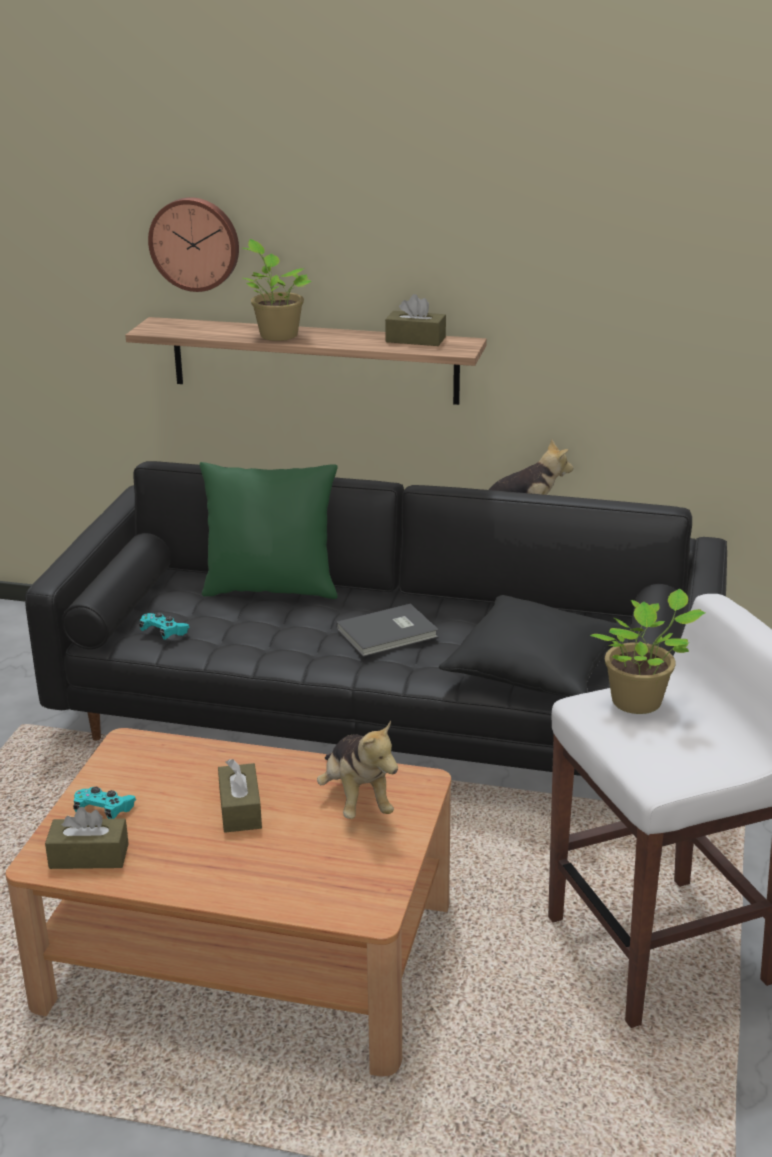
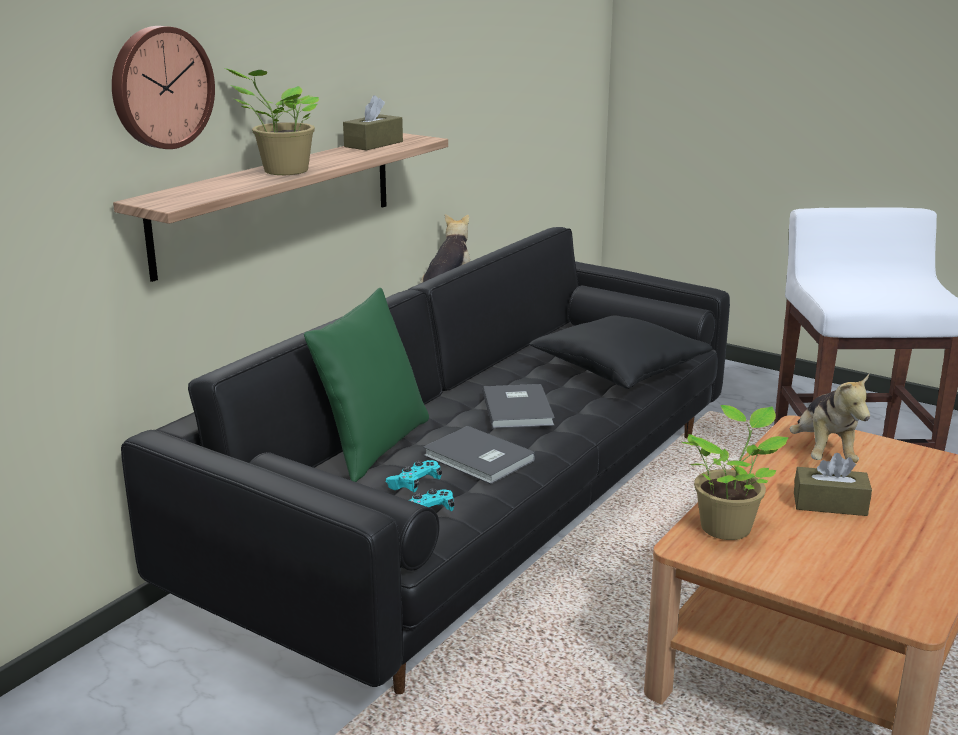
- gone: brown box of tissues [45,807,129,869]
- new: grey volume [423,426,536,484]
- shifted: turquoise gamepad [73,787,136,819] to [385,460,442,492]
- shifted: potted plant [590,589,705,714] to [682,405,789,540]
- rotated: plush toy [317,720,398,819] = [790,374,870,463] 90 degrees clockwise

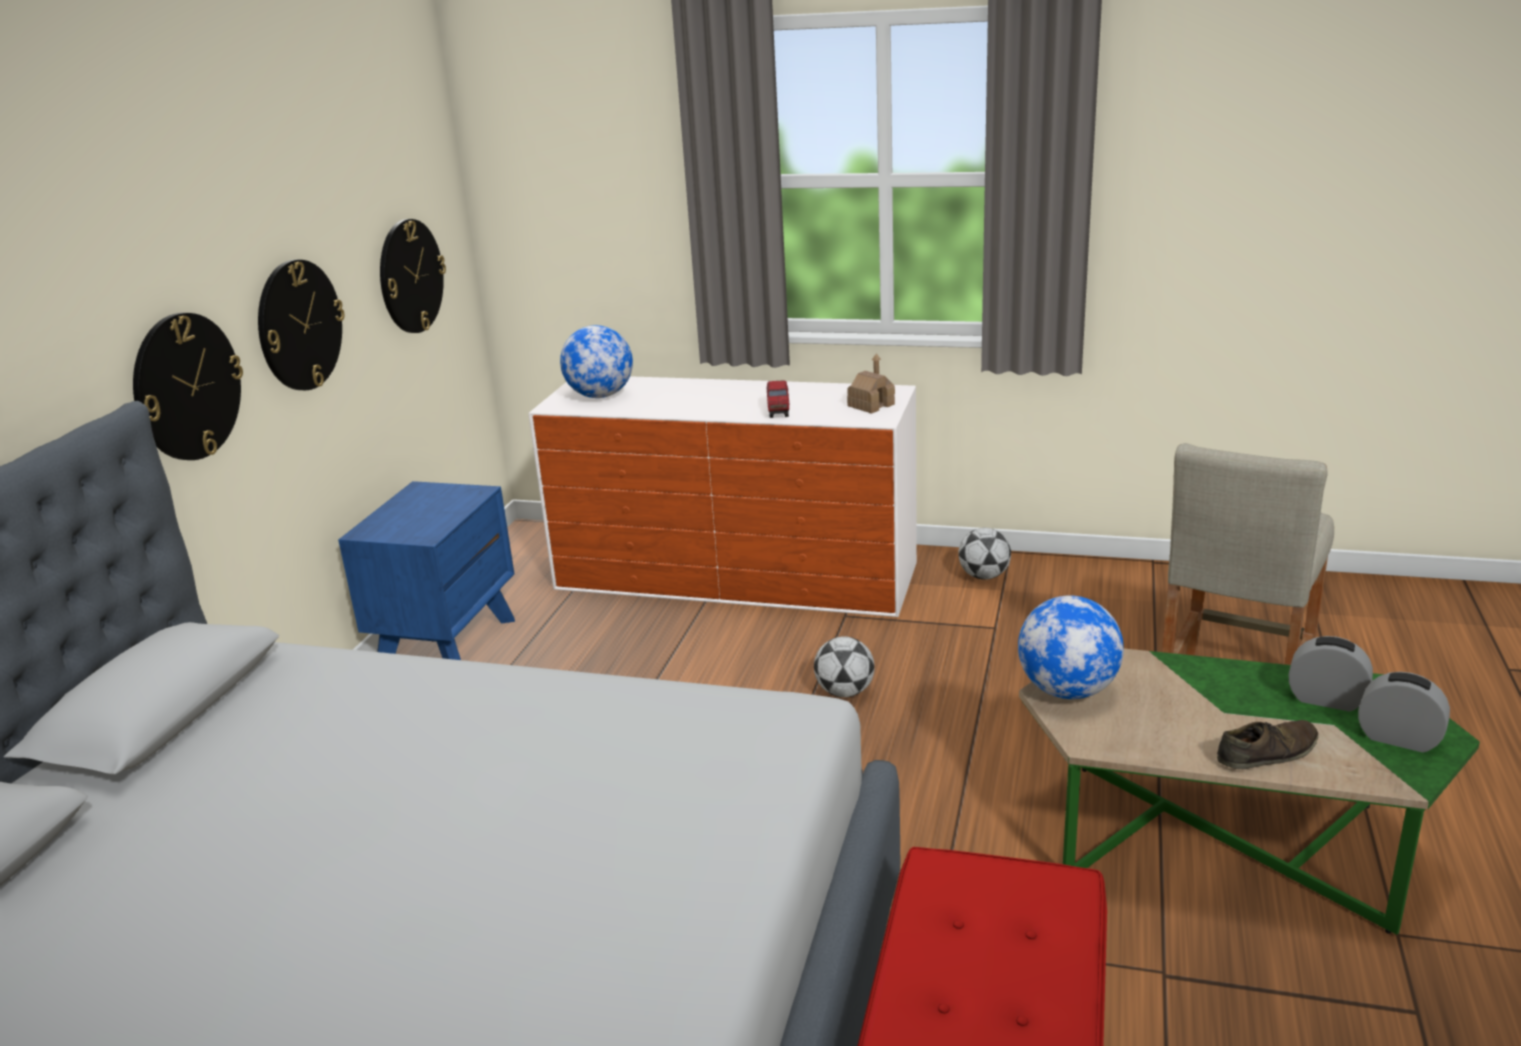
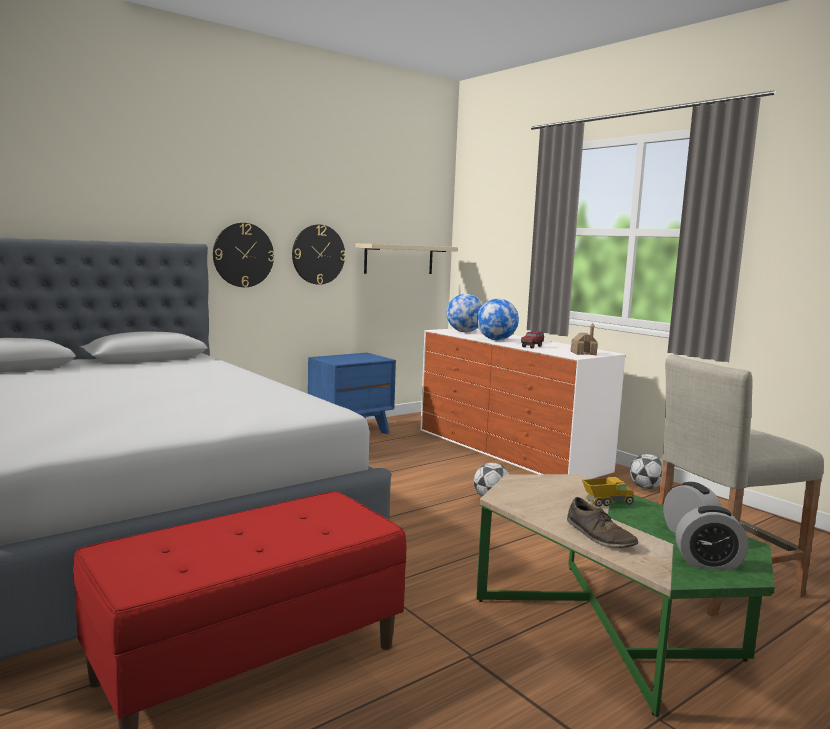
- new: toy truck [582,477,634,507]
- shifted: world globe [1018,596,1124,699] to [477,299,519,340]
- swapped: hanging clock [380,219,446,333] to beige-coloured bracket shelf [355,243,458,274]
- rotated: brown shoe [1217,720,1318,769] = [567,497,638,548] 45 degrees clockwise
- rotated: bedside clock [1358,672,1450,752] = [676,506,749,571] 120 degrees clockwise

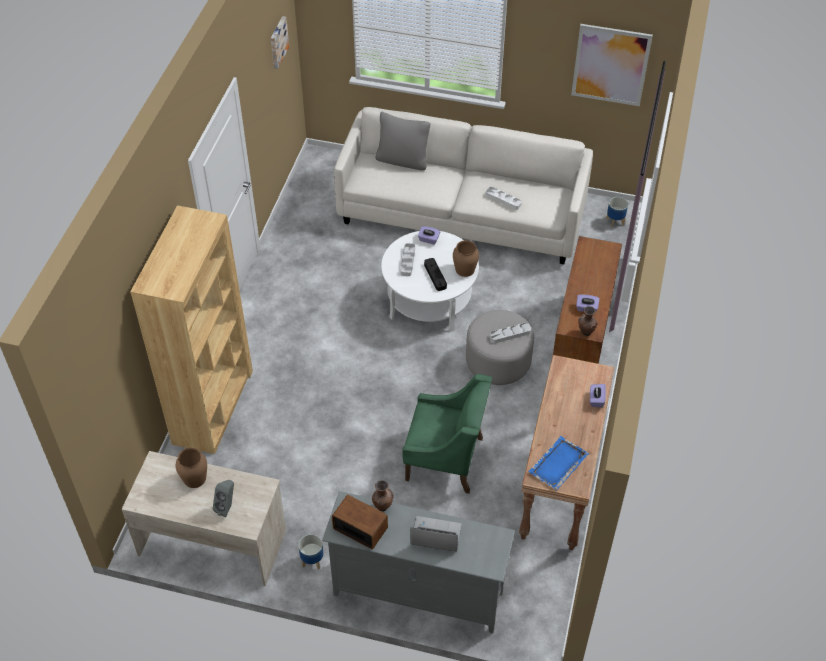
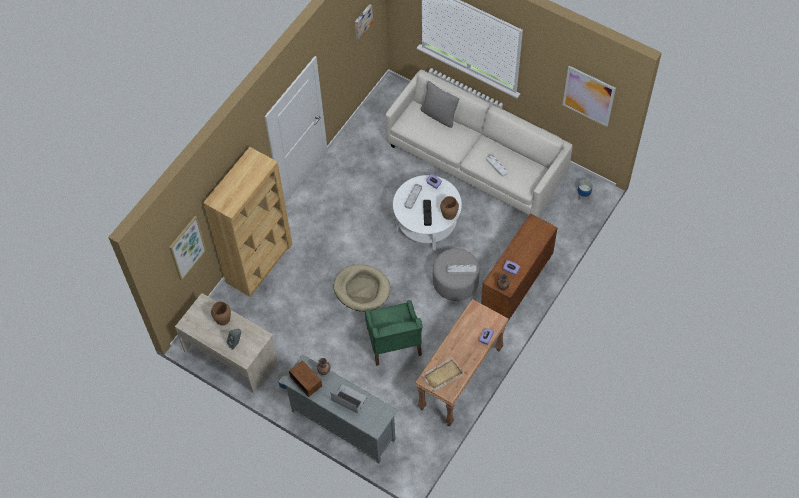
- new: wall picture [169,216,206,281]
- new: beige-coloured dog cushion [334,265,390,312]
- repainted: blue carrying tray [528,436,589,490] to beige-coloured carrying tray [422,357,465,392]
- rotated: green easy chair [402,374,492,494] = [365,300,423,366] 45 degrees clockwise

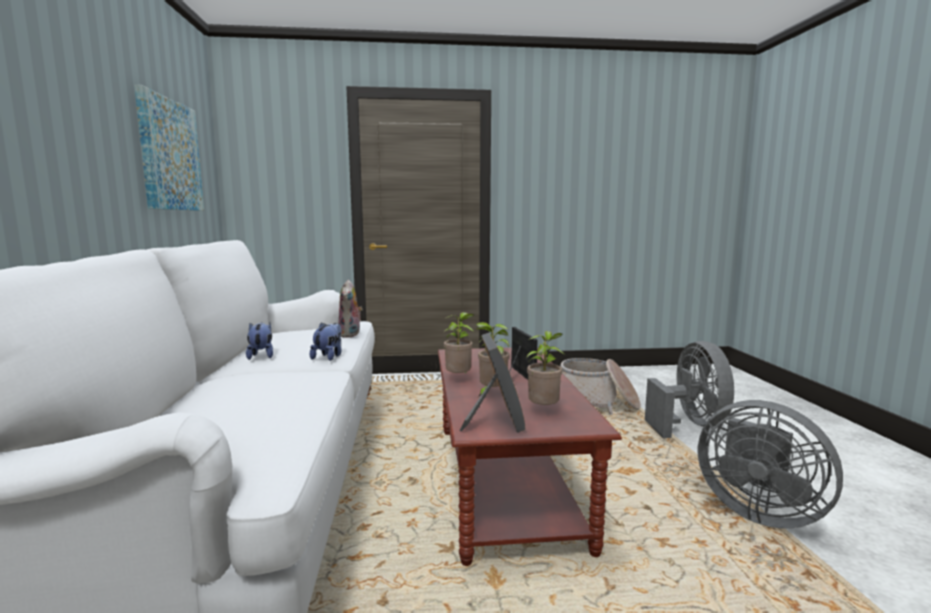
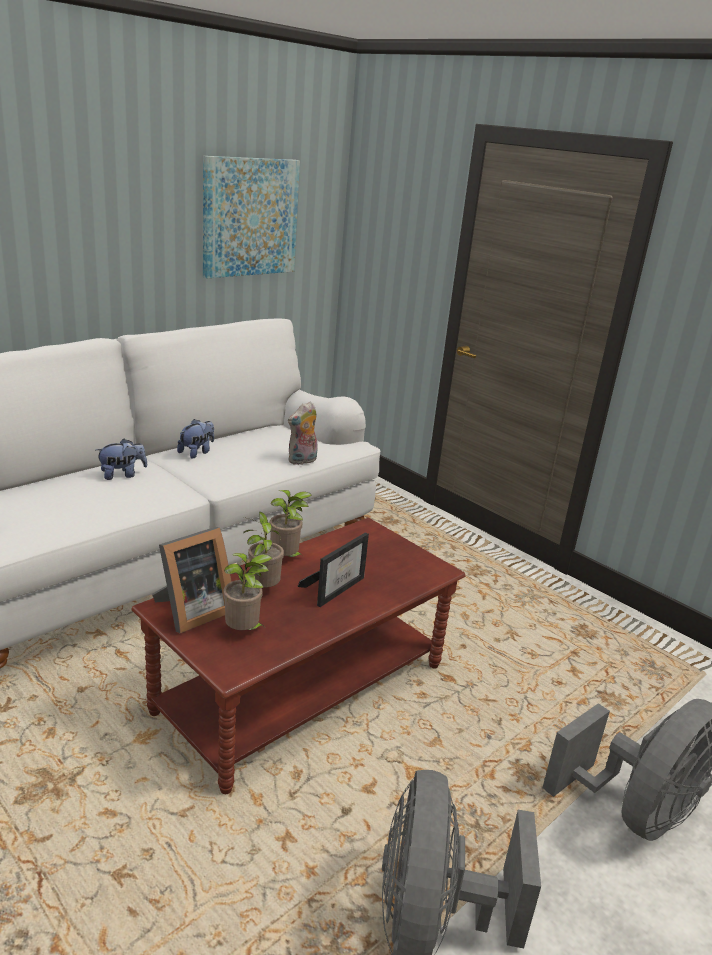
- gone: storage basket [560,358,641,415]
- shifted: plush toy [310,323,342,361] to [96,438,147,480]

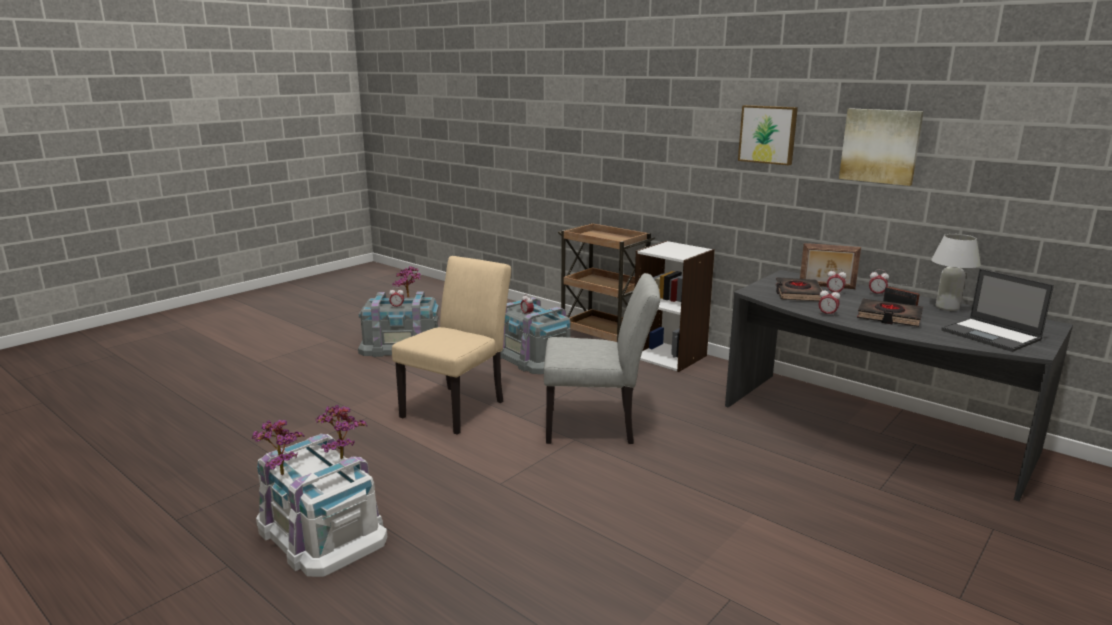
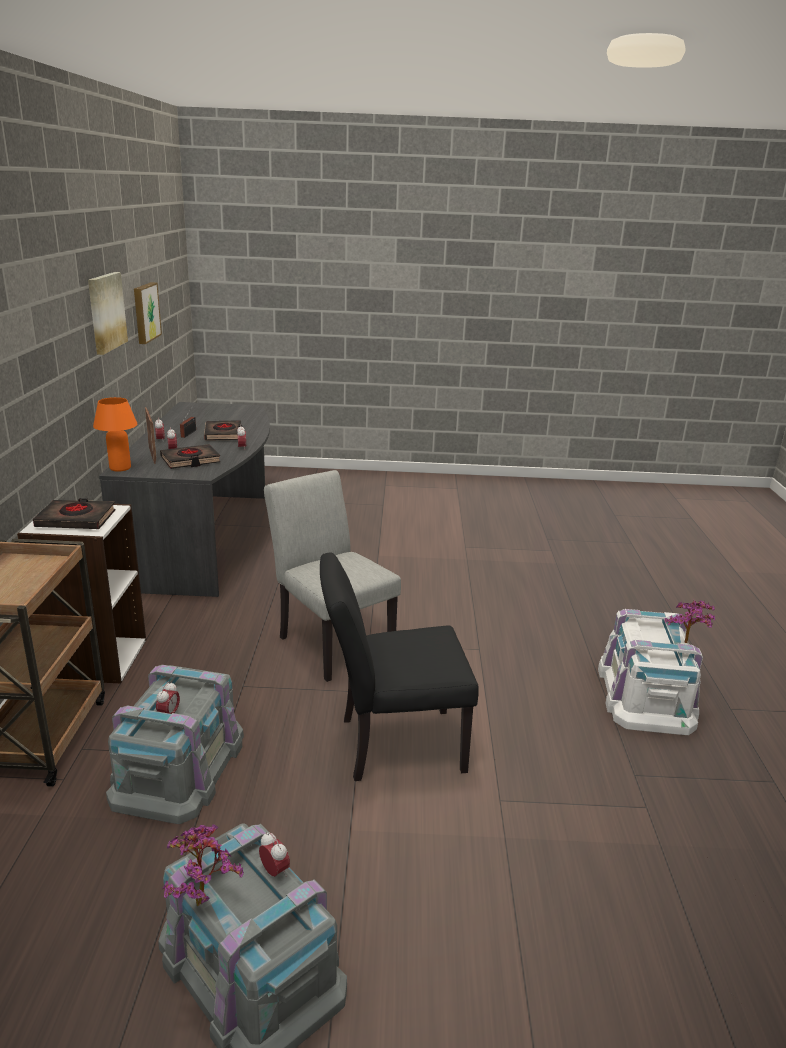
- gone: potted plant [316,405,367,459]
- gone: white tabletop lamp [931,234,981,311]
- gone: portable computer [941,269,1054,352]
- new: black volume [33,498,115,529]
- new: orangey tabletop lamp [93,397,138,472]
- shifted: wall picture [738,105,798,166] to [134,282,162,344]
- repainted: beige-coloured plain chair [392,256,511,435] to black plain chair [320,552,479,781]

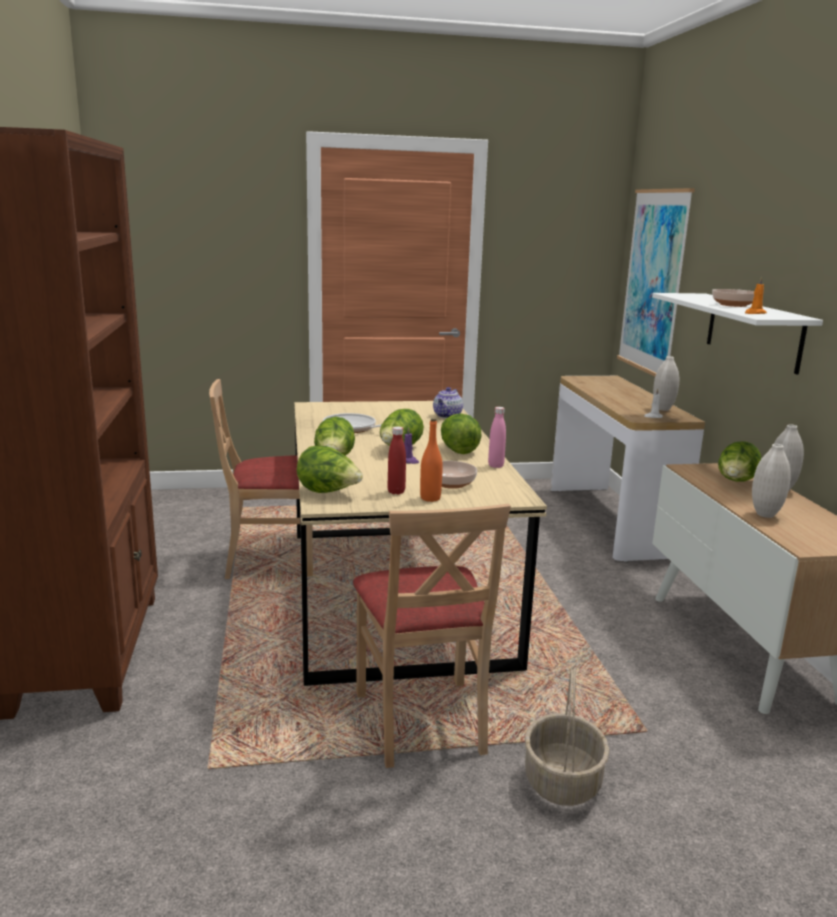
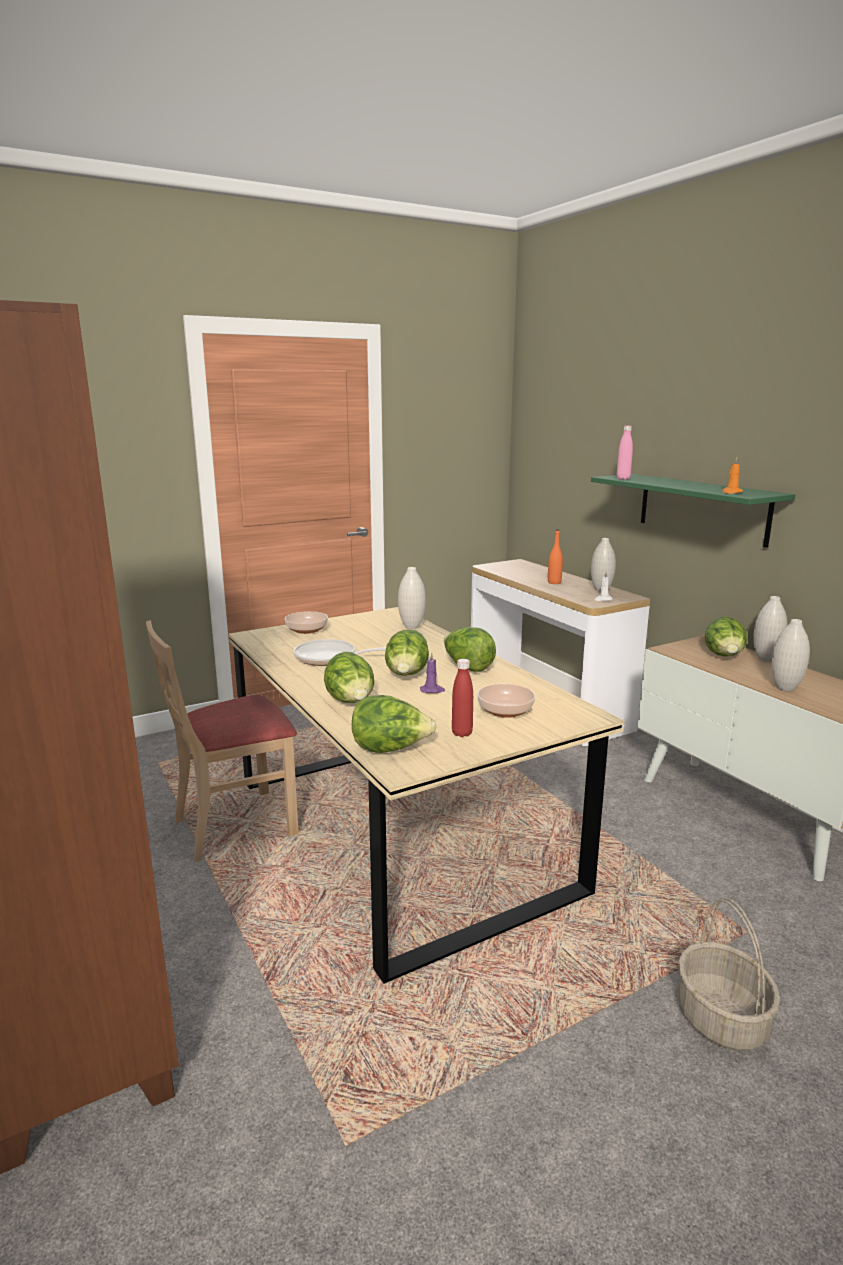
- gone: beige-coloured plain chair [353,504,511,768]
- gone: wall picture [617,188,695,377]
- shifted: orangey bottle [420,419,443,502] to [548,529,563,584]
- shifted: pink bottle [488,407,506,468] to [617,426,633,479]
- shifted: deep dish [712,289,754,307] to [285,611,328,634]
- swapped: teapot [433,387,463,418] to white vase [398,567,426,629]
- repainted: white bracket shelf [652,293,823,375] to green bracket shelf [591,474,795,547]

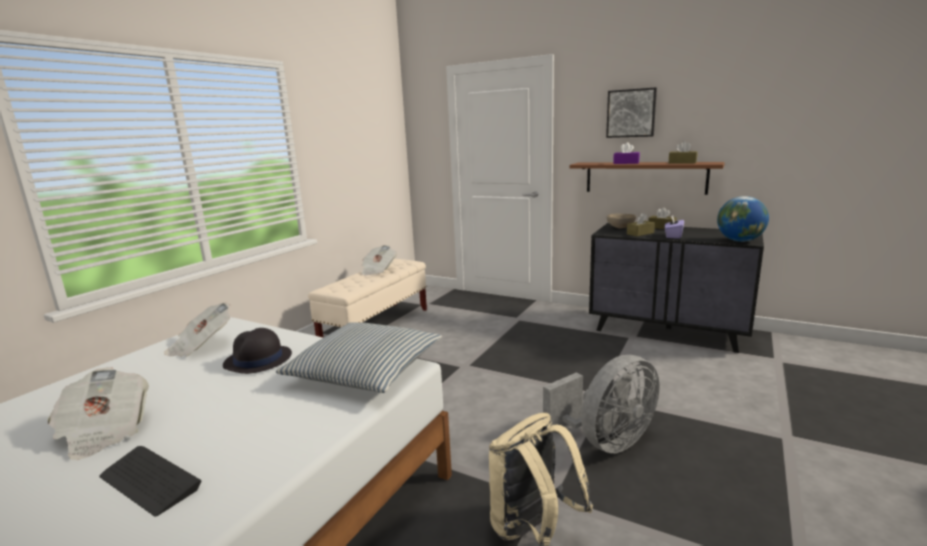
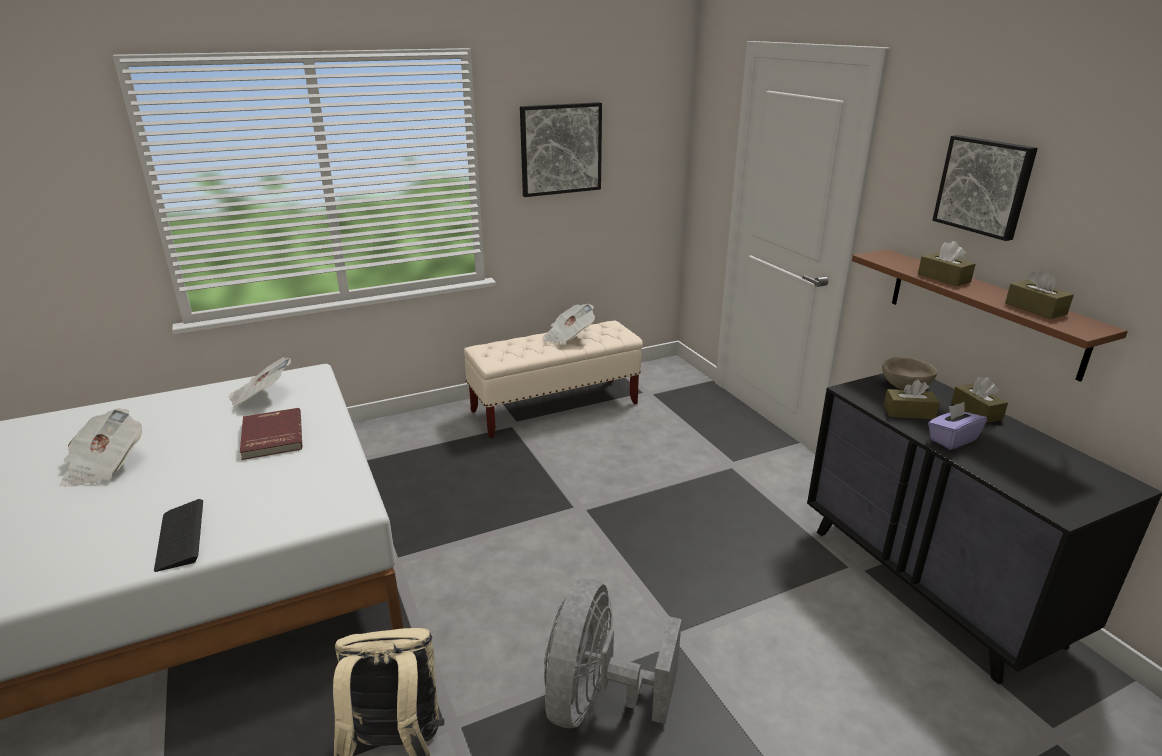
- gone: cushion [276,322,442,393]
- gone: world globe [717,196,769,242]
- new: wall picture [520,102,602,197]
- shifted: computer keyboard [99,446,202,517] to [154,499,203,572]
- swapped: black wearable hat [223,328,292,374] to red-coloured volume [240,408,302,460]
- repainted: purplish box of tissues [613,142,640,164] to brown box of tissues [918,241,976,286]
- rotated: grey cooling fan [543,355,659,453] = [544,579,682,728] 105 degrees clockwise

